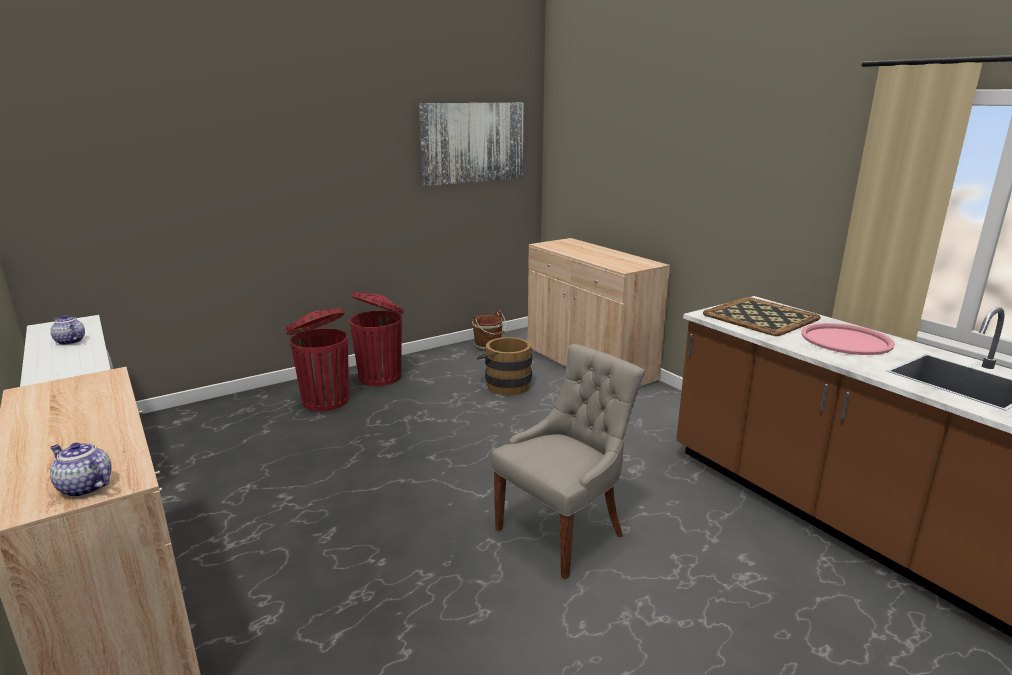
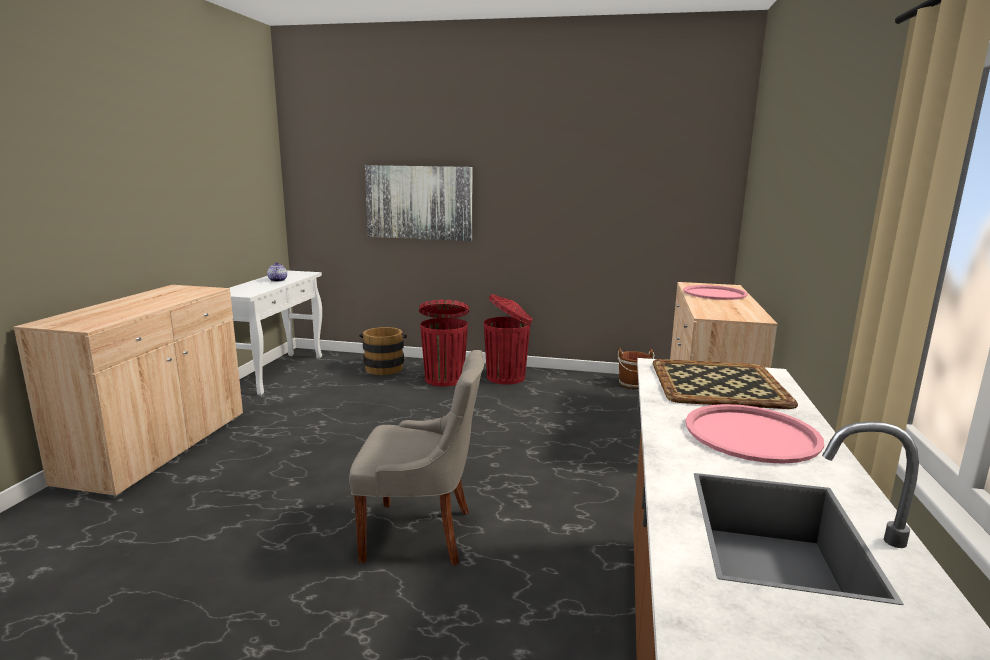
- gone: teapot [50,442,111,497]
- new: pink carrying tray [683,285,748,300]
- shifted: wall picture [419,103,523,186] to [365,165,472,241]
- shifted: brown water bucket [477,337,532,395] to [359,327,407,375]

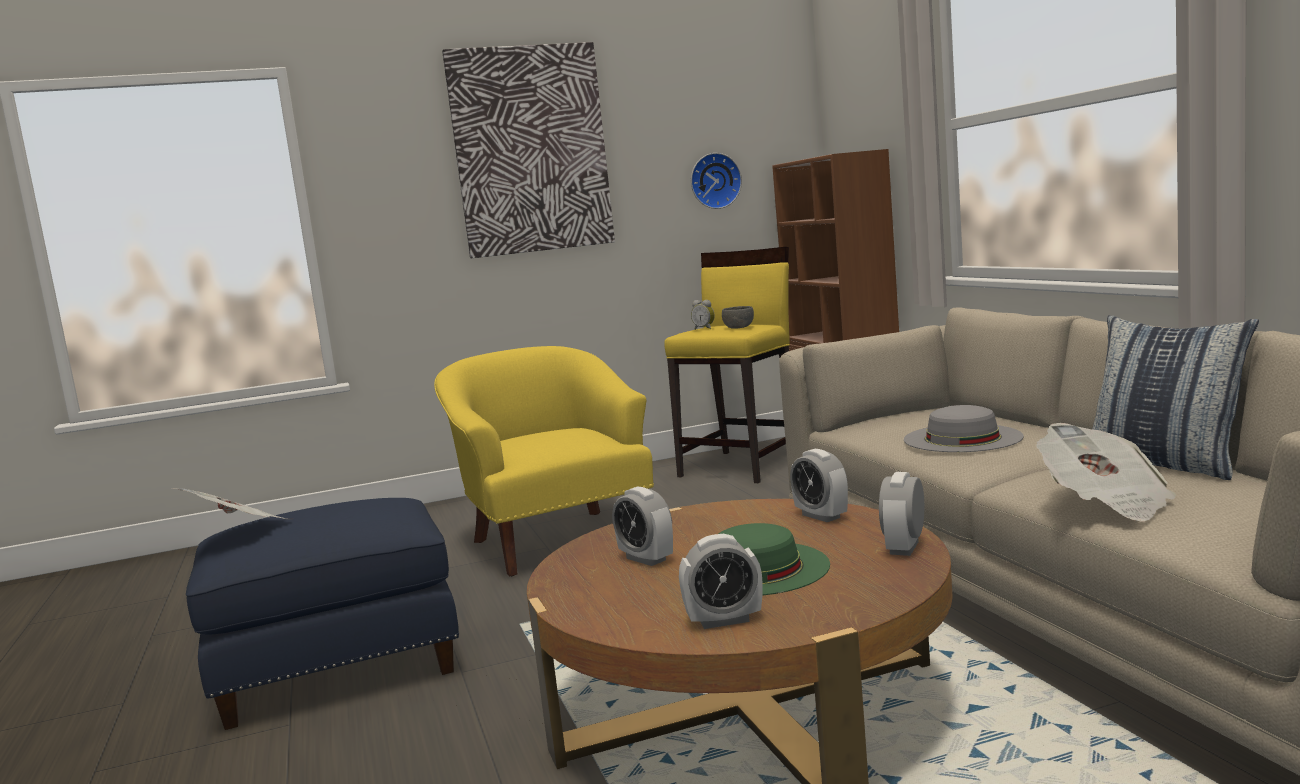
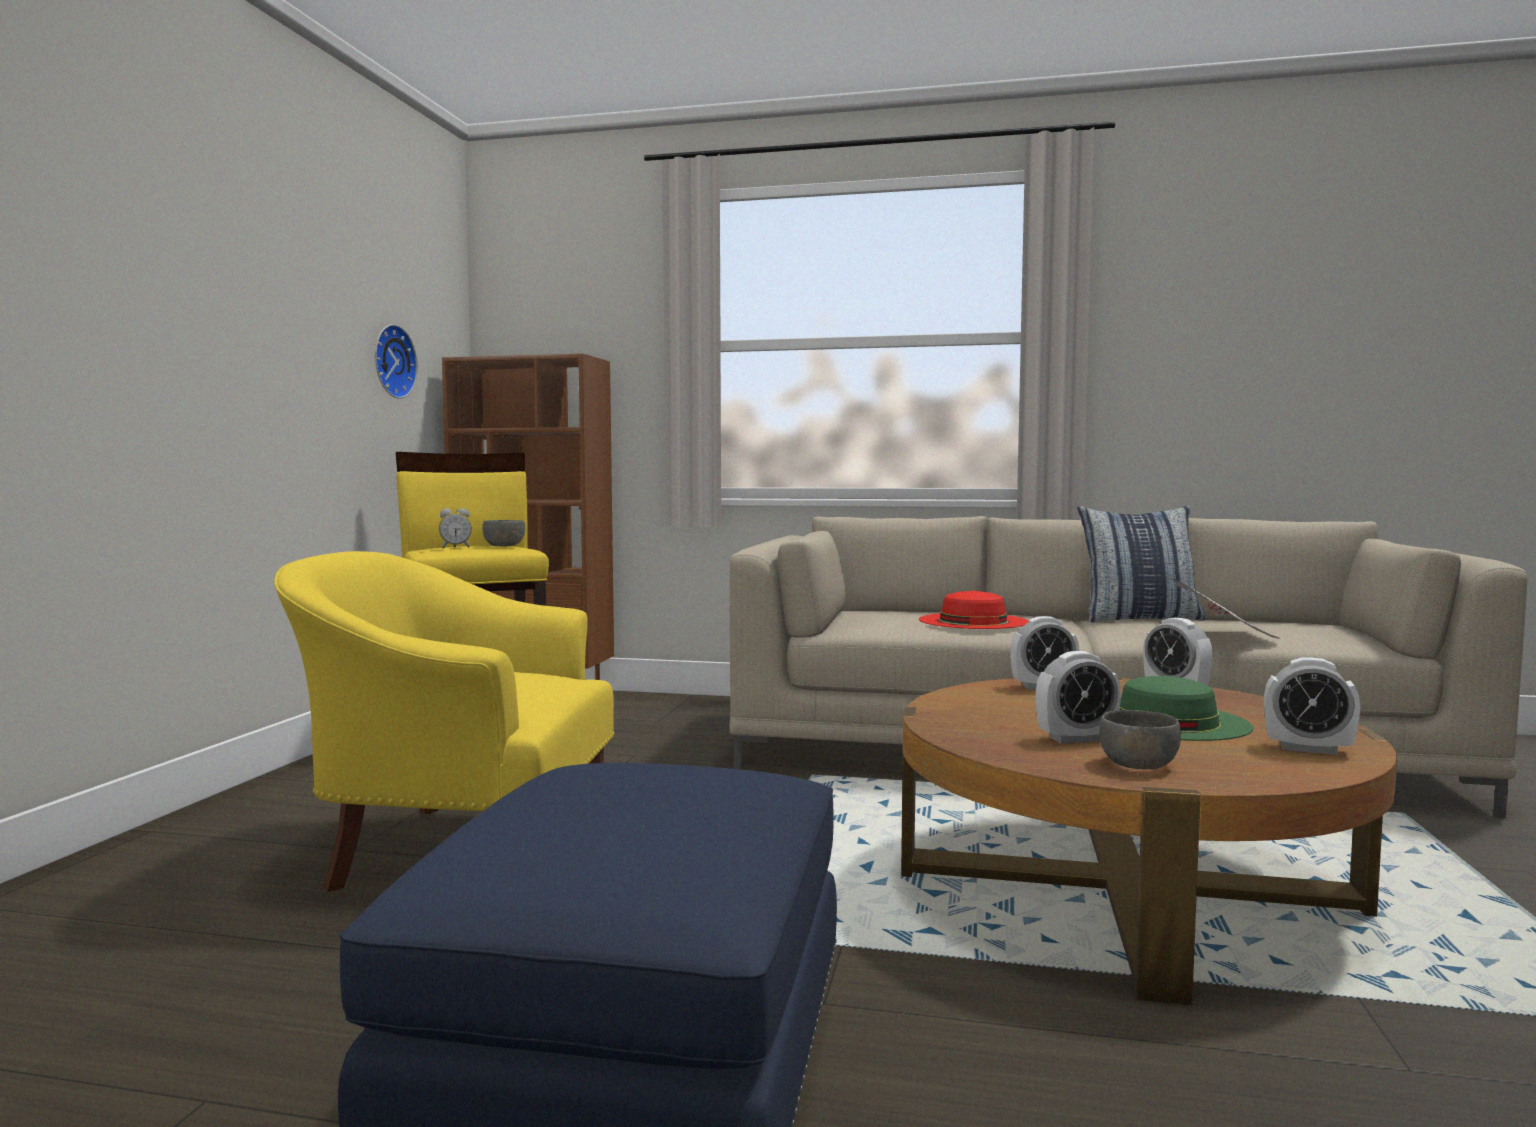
- gone: printed paper [175,488,289,520]
- gone: wall picture [442,42,615,258]
- new: grey deep dish [1099,710,1181,769]
- repainted: grey wearable hat [904,405,1024,452] to red-coloured wearable hat [919,591,1029,629]
- rotated: bedside clock [679,534,763,629] = [1264,658,1360,755] 90 degrees clockwise

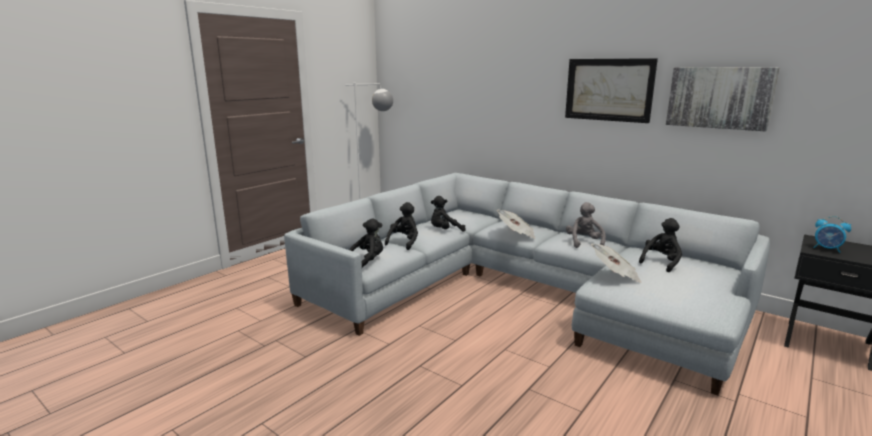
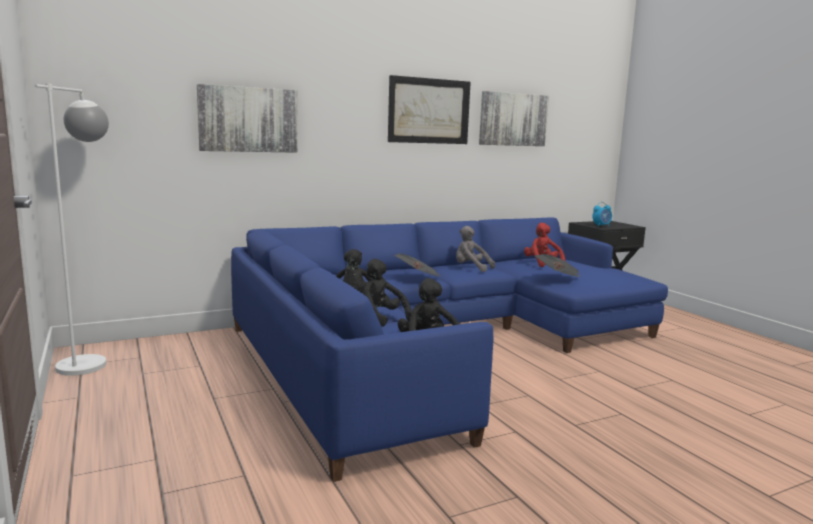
- new: wall picture [197,84,298,153]
- repainted: grey couch [284,173,770,395] to blue couch [231,217,668,482]
- repainted: black plush toy [639,218,682,272] to red-coloured plush toy [524,223,565,267]

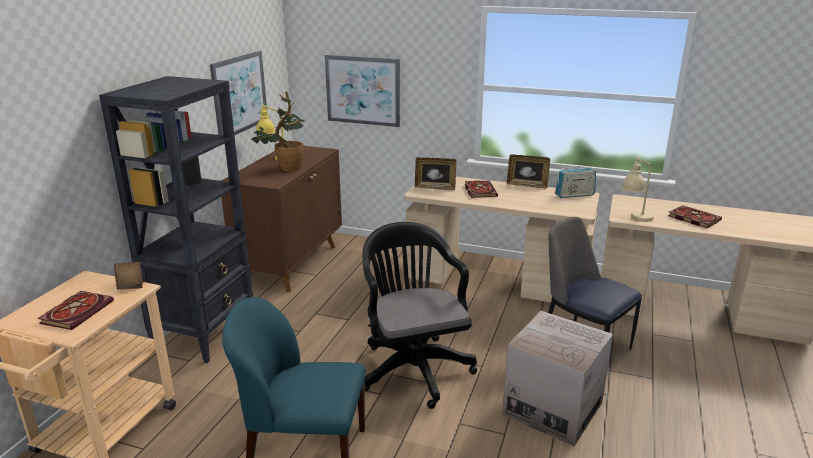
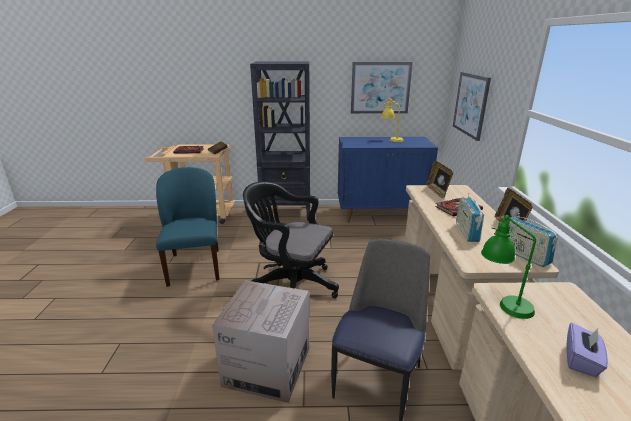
- gone: potted plant [252,91,305,171]
- new: radio set [456,193,484,242]
- swapped: volume [668,205,722,228] to purplish box of tissues [566,323,608,377]
- repainted: brown storage cabinet [221,146,342,292] to blue storage cabinet [338,137,438,223]
- repainted: beige-coloured tabletop lamp [622,158,654,222] to green tabletop lamp [481,215,536,319]
- rotated: black computer chair [362,222,477,409] = [243,181,339,298] 120 degrees counterclockwise

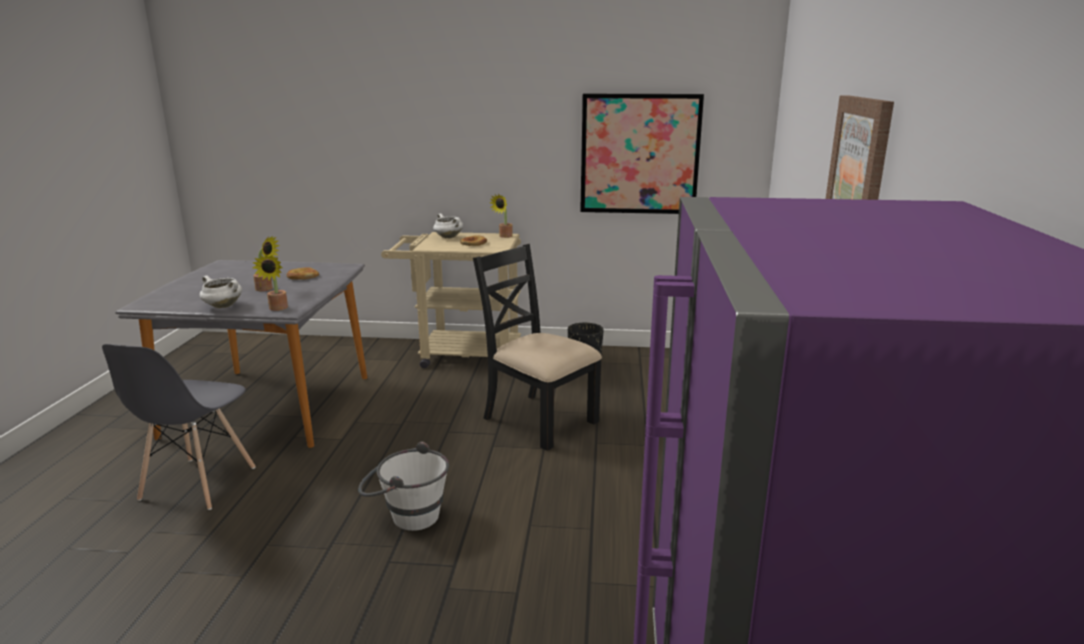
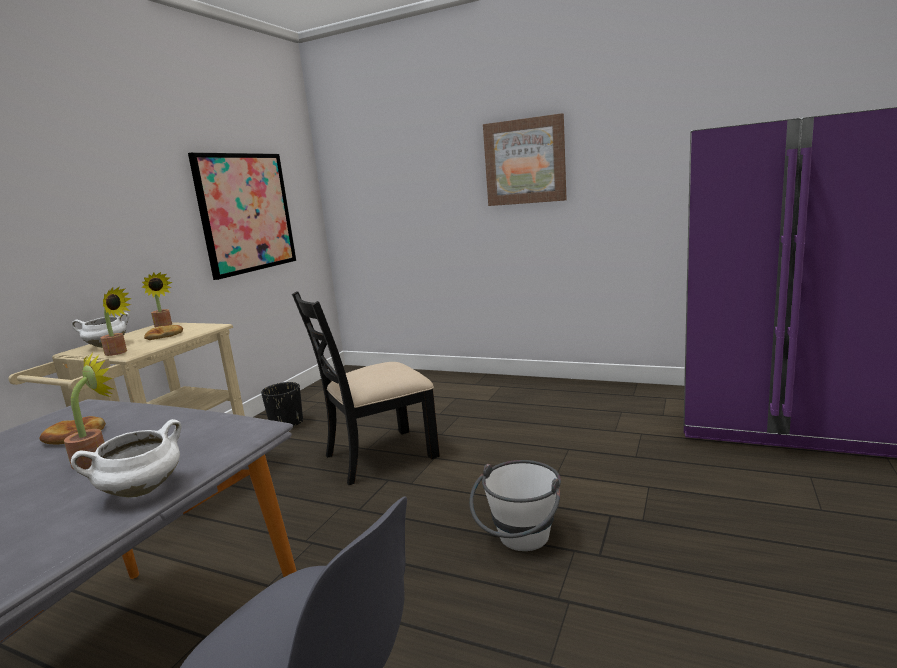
- shifted: potted plant [252,254,288,311] to [100,287,132,356]

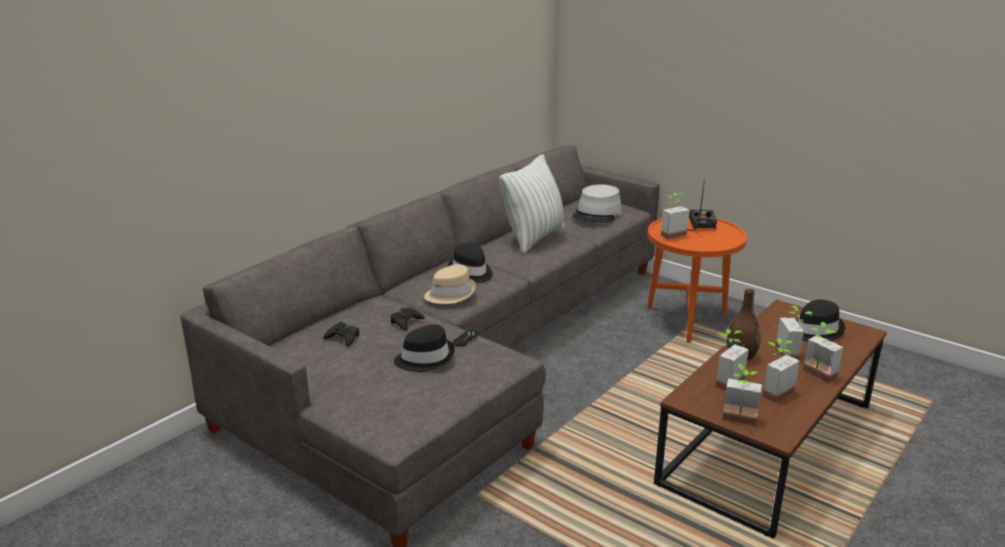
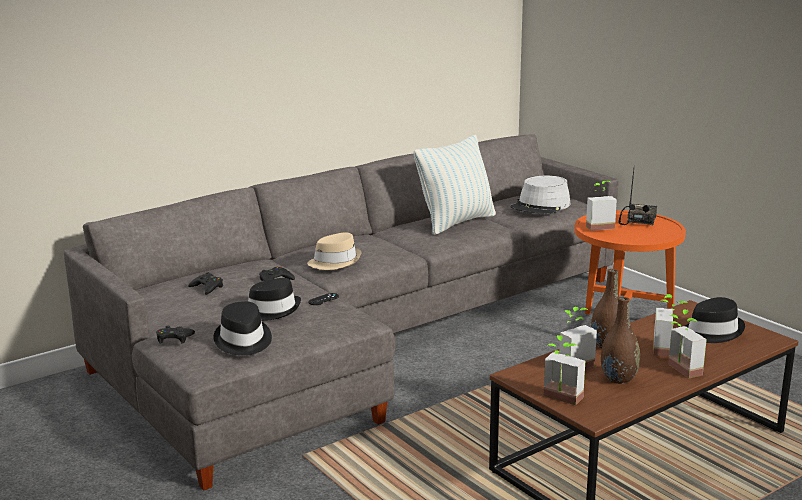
- new: black gamepad [156,326,195,344]
- shifted: black wearable hat [447,243,493,283] to [213,301,272,355]
- swapped: potted plant [763,339,800,403] to brown vase [601,297,640,384]

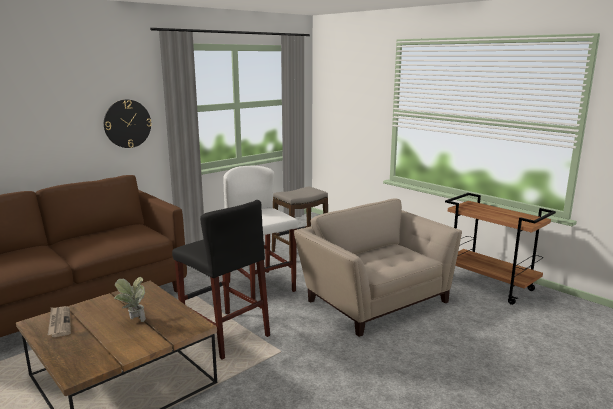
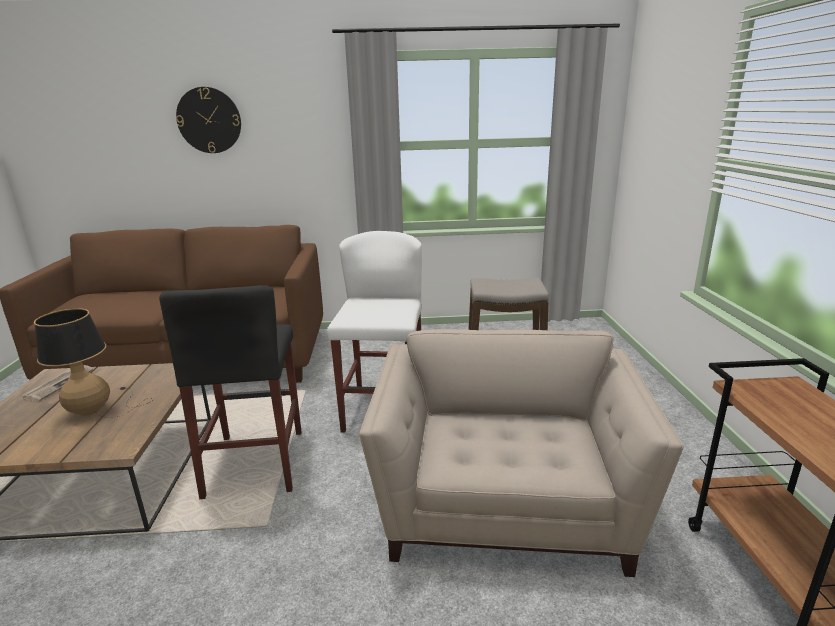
- shifted: hanging clock [104,100,152,148] to [176,87,241,153]
- swapped: potted plant [114,277,146,322] to tabletop lamp [34,308,150,418]

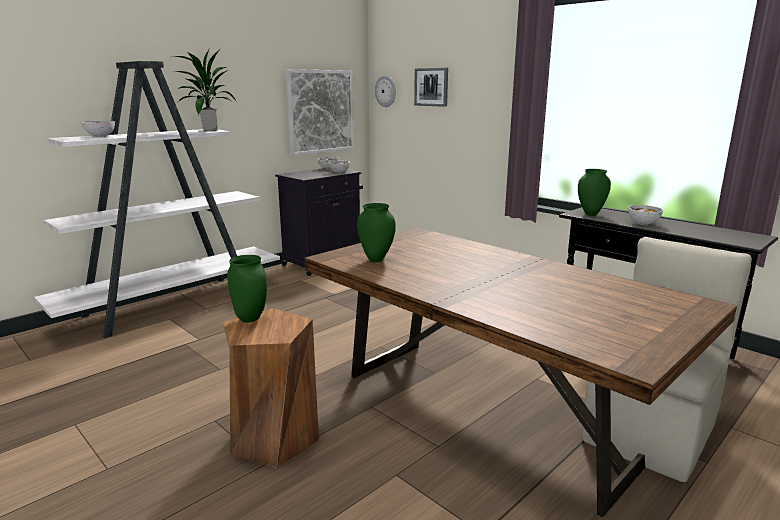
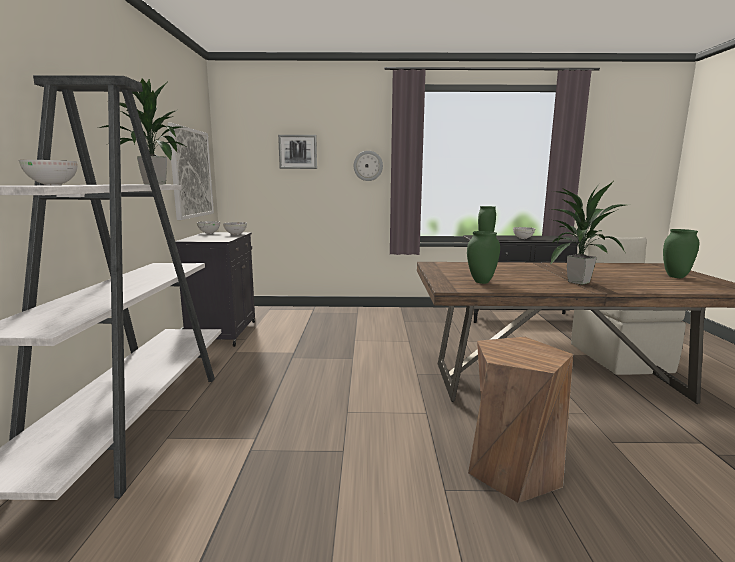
- new: potted plant [550,182,625,285]
- shifted: green vase [227,255,267,323] to [663,229,699,278]
- shifted: hanging clock [375,76,396,107] to [354,151,383,181]

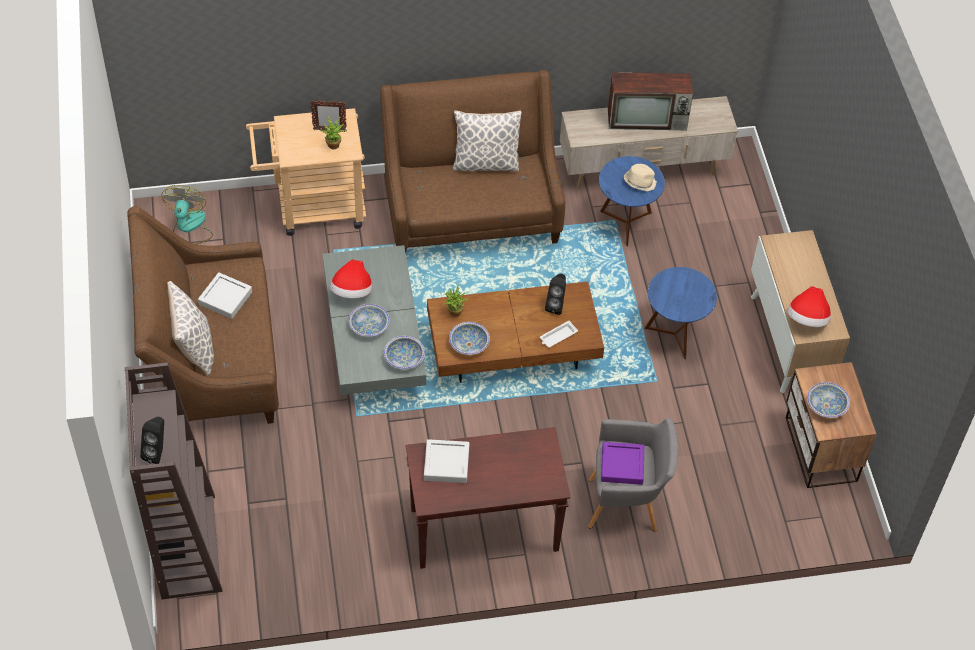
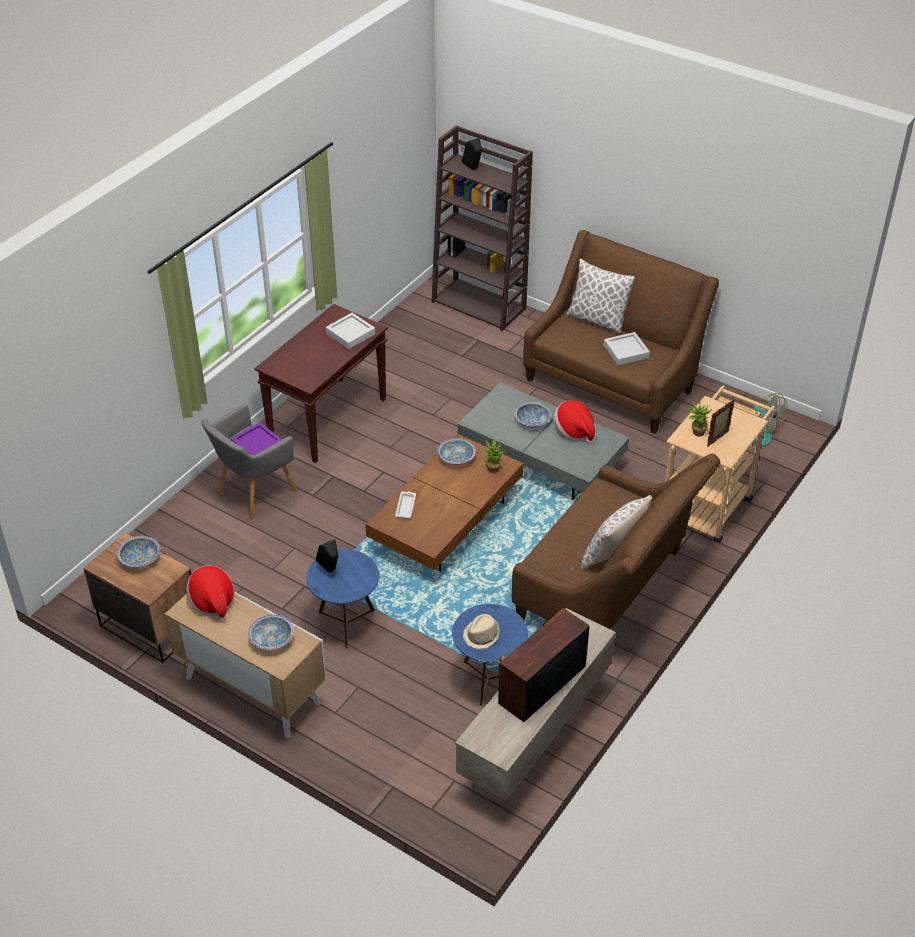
- shifted: deep dish [384,336,425,369] to [248,614,294,650]
- shifted: black speaker [545,274,566,315] to [316,539,339,572]

